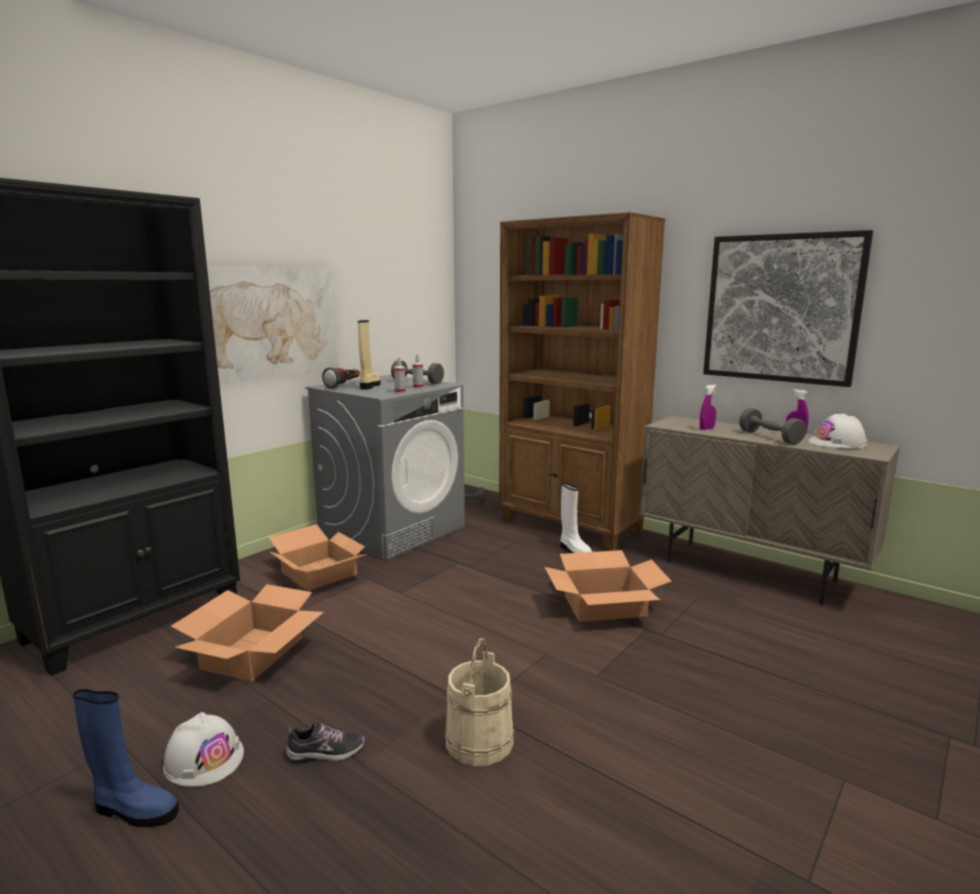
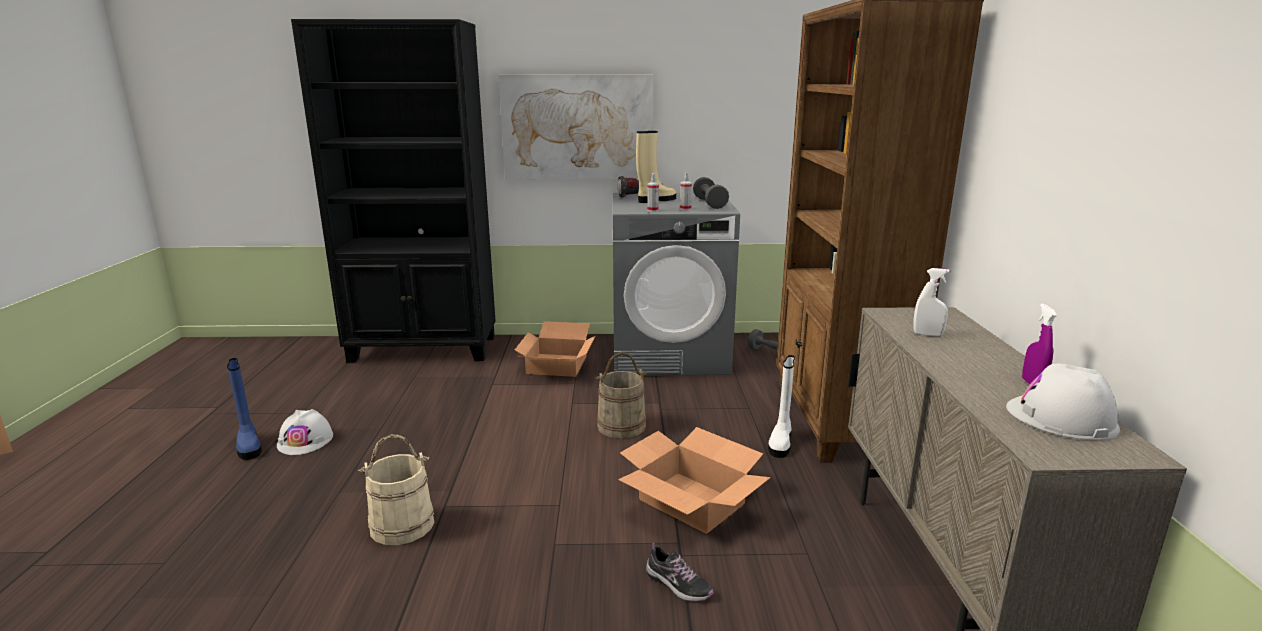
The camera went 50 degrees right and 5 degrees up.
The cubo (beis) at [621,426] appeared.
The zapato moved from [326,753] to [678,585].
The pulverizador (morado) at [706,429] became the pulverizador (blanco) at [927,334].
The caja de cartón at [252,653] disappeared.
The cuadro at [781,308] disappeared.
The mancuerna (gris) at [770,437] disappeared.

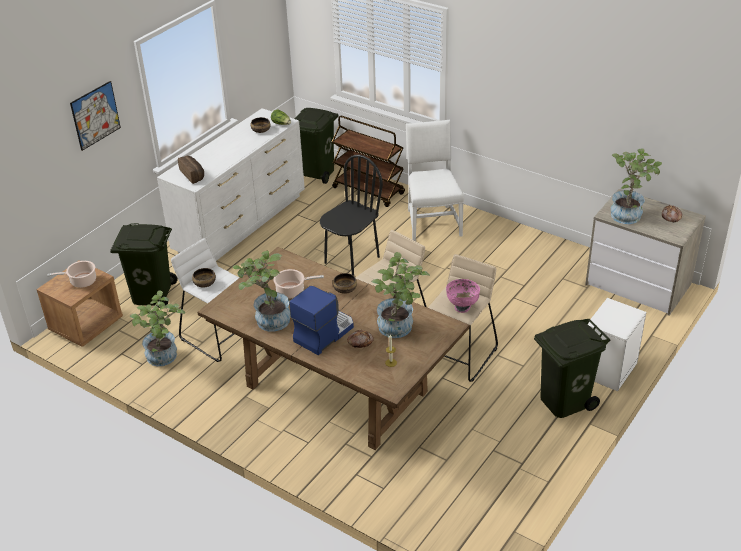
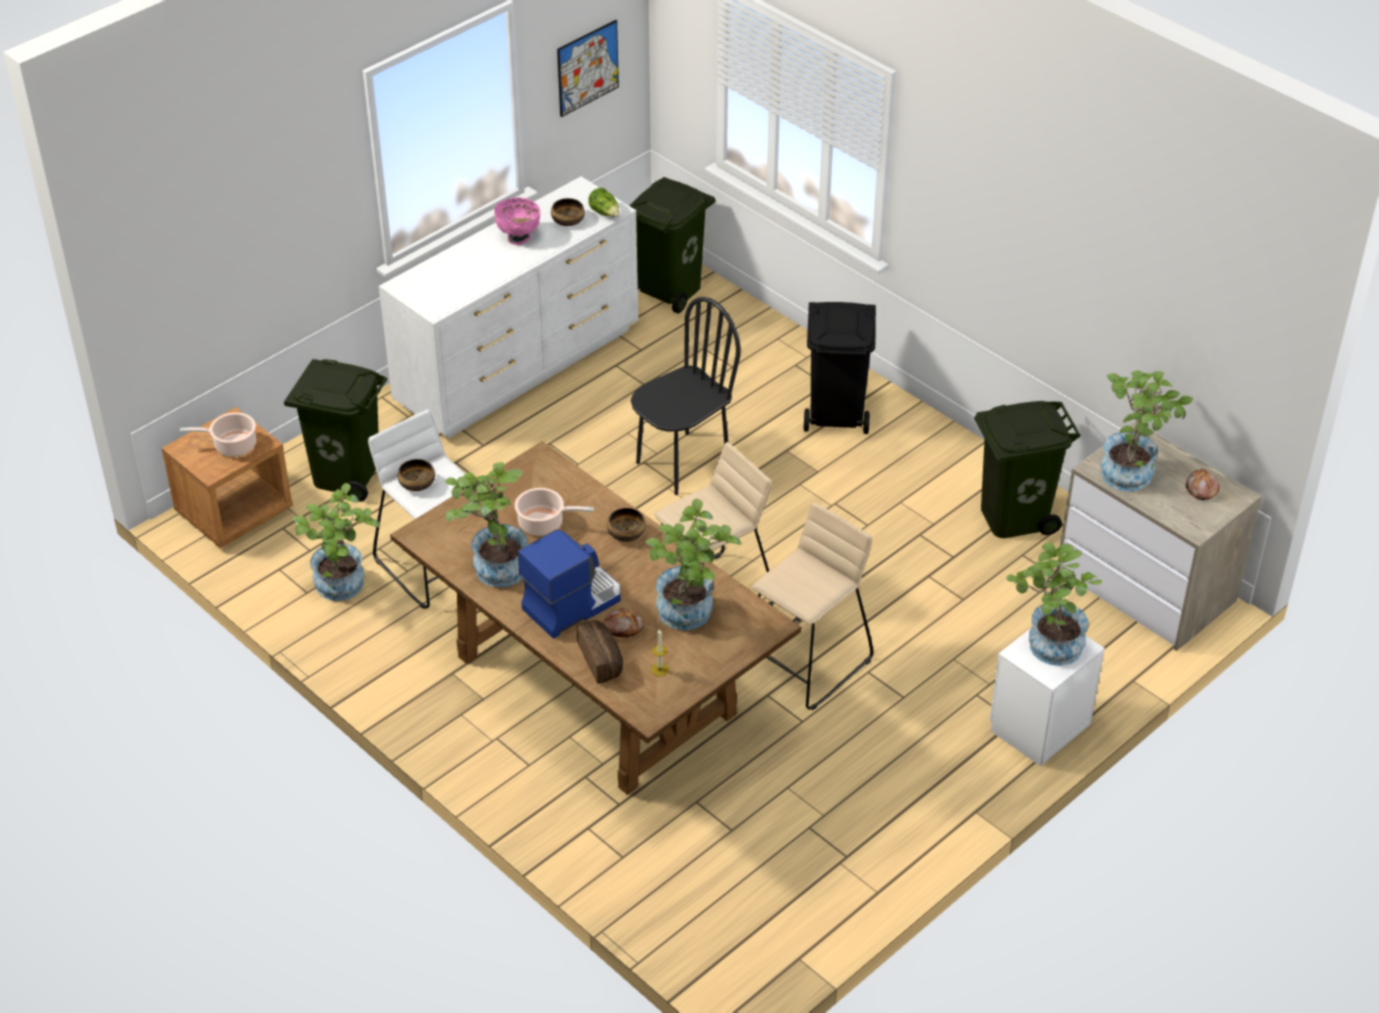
The camera went 10 degrees right and 5 degrees up.
The cuenco (rosa) moved from [462,307] to [518,238].
The cuadro moved from [95,115] to [587,68].
The pan moved from [193,175] to [602,660].
The silla (blanco) at [432,221] was replaced by the papelera (negro) at [837,414].
The papelera (verde) moved from [564,400] to [1013,516].
The planta en maceta at [1047,648] appeared.
The carrito (marrón) at [369,191] disappeared.

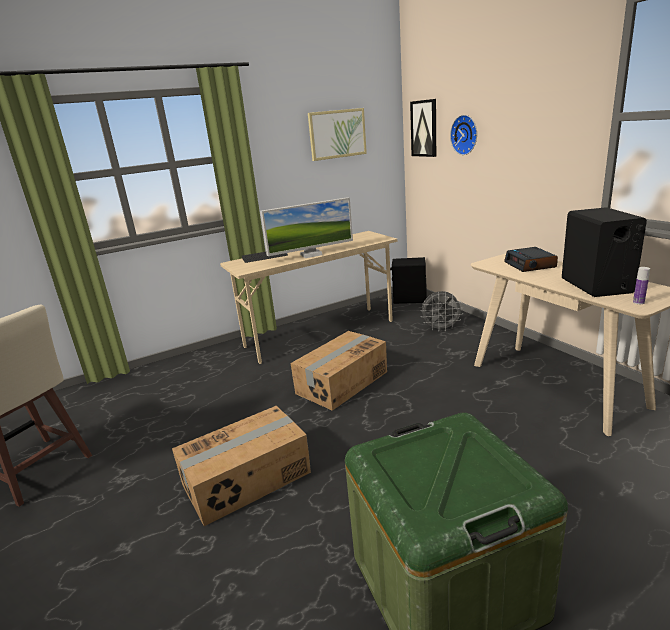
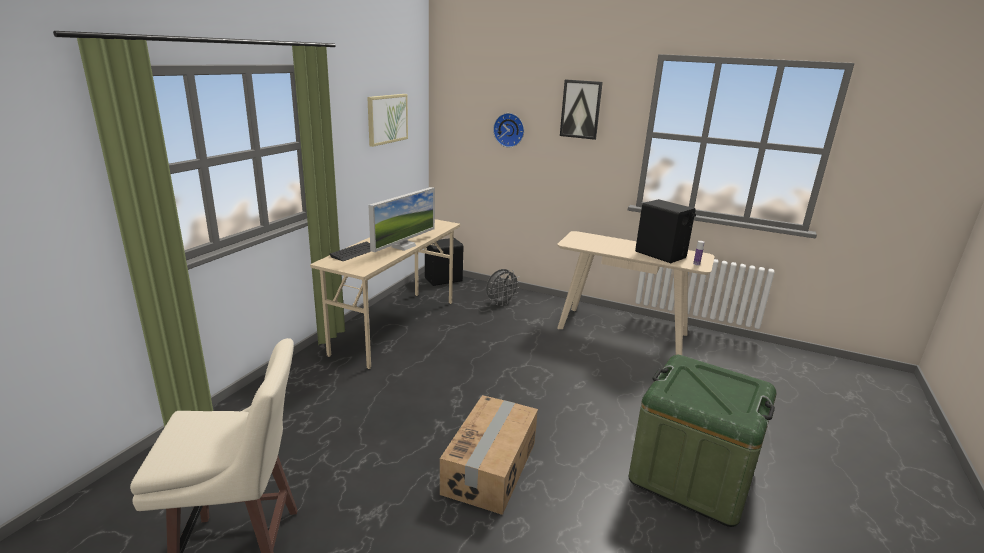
The camera went 40 degrees left and 0 degrees up.
The cuadro moved from [424,128] to [580,109].
The caja de cartón at [341,382] disappeared.
The despertador at [530,265] disappeared.

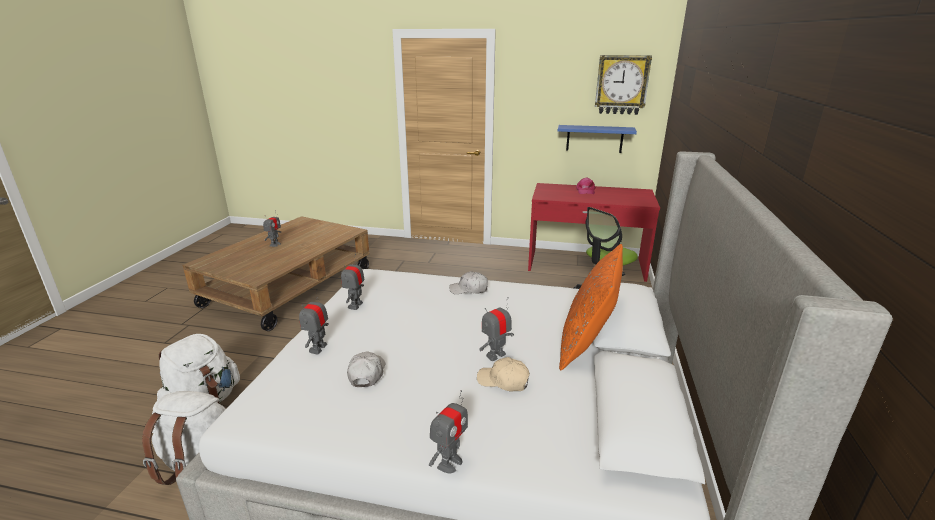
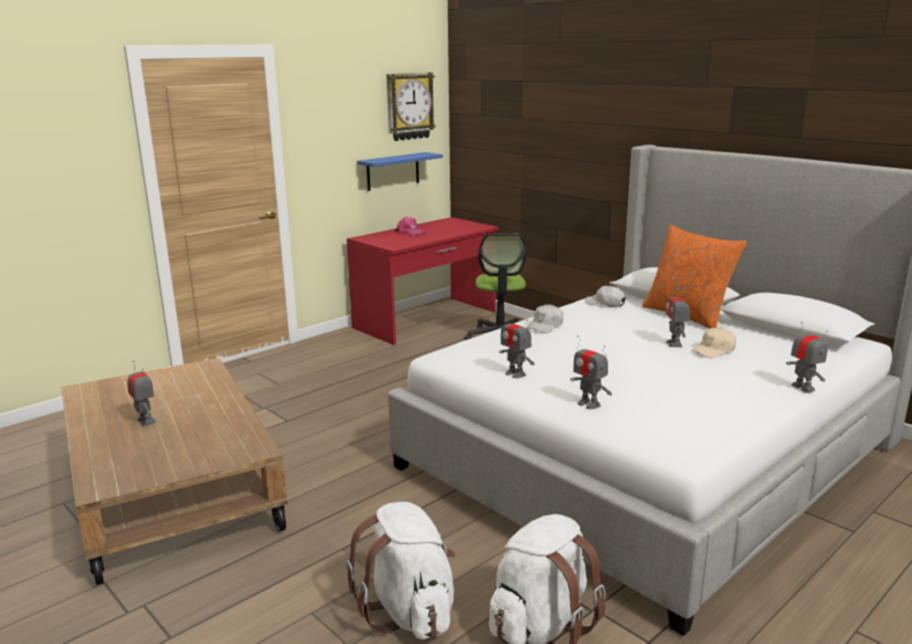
The camera went 55 degrees left and 5 degrees down.
The gorra (blanco) moved from [367,373] to [605,304].

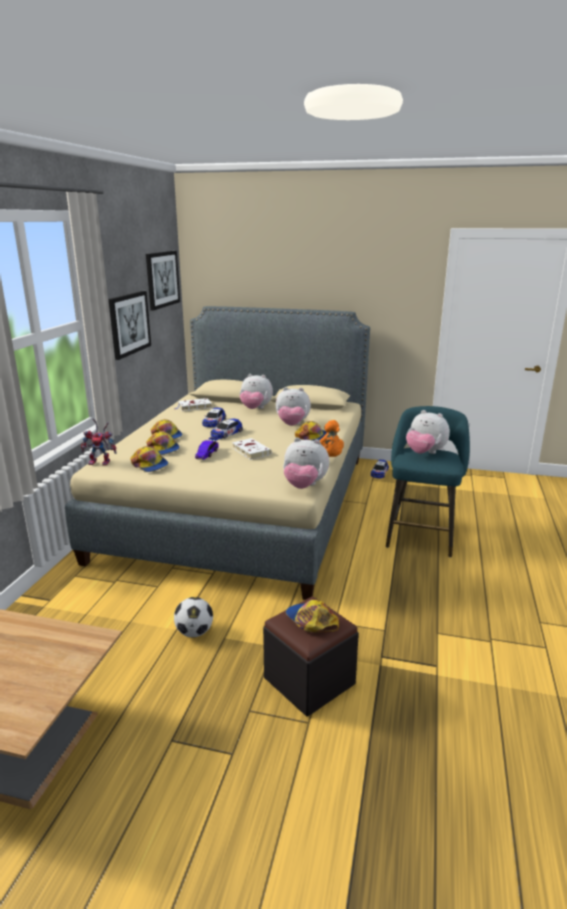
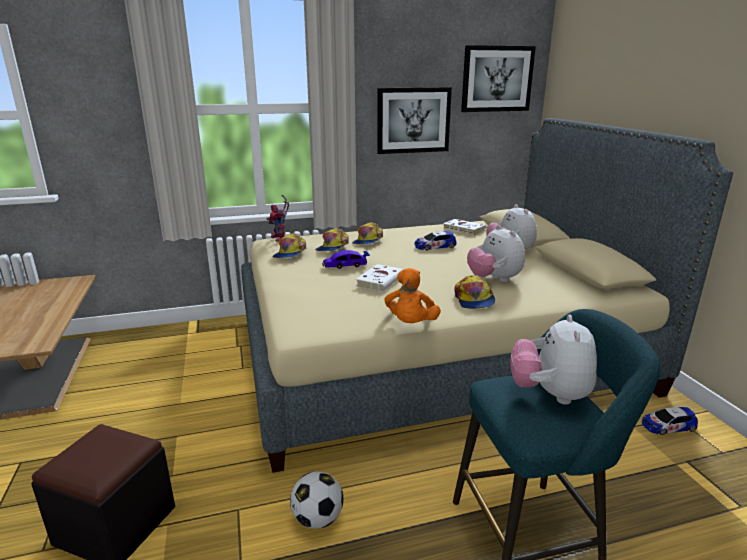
The camera went 60 degrees right and 0 degrees up.
The balón de fútbol moved from [194,632] to [317,519].
The coche de juguete at [226,433] disappeared.
The peluche at [304,486] disappeared.
The gorra at [311,621] disappeared.

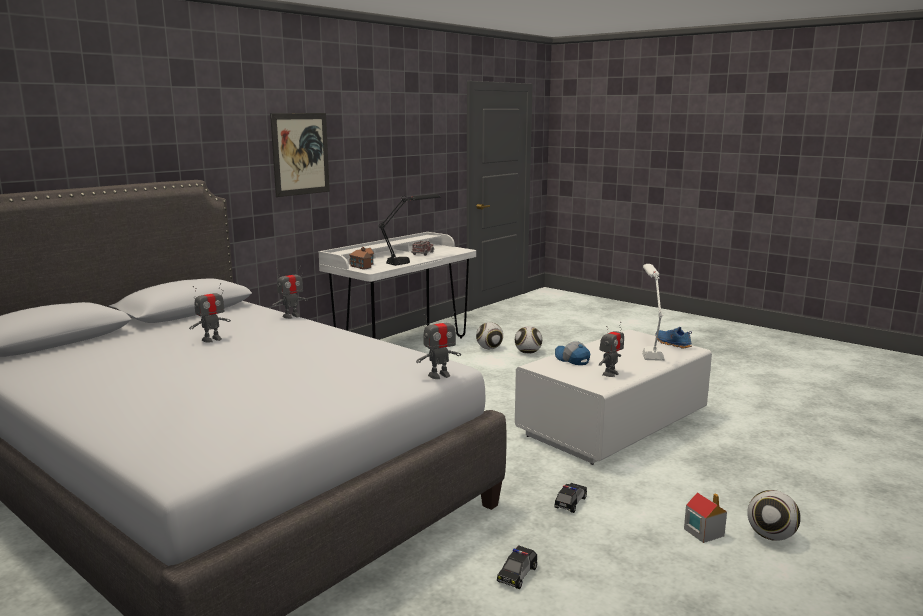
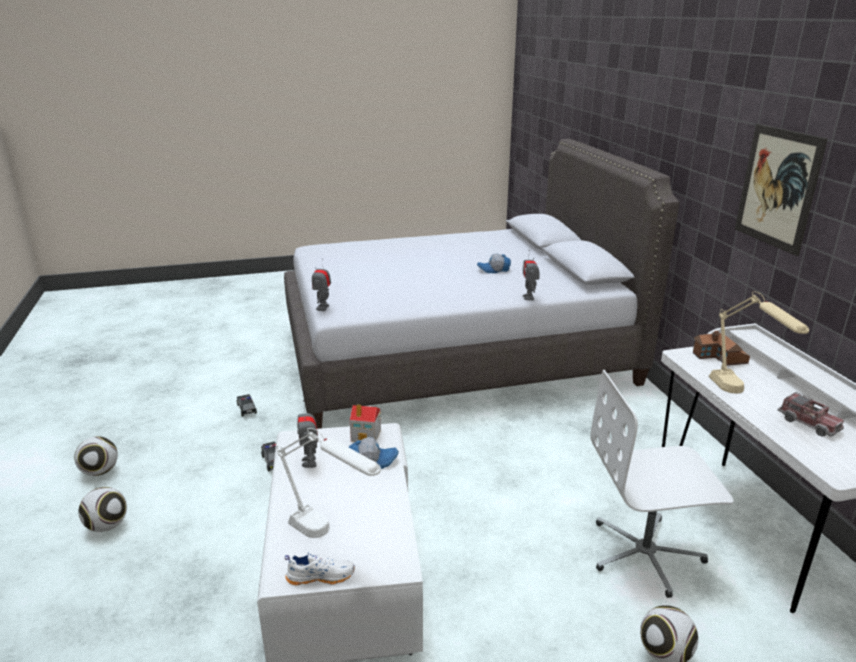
The camera went 125 degrees right and 10 degrees up.
The balón de fútbol moved from [489,348] to [100,471].
The zapato (azul) at [672,344] became the zapato (blanco) at [321,576].
The casita moved from [703,532] to [366,435].
The robot de juguete at [212,339] was replaced by the gorra at [494,270].
The silla de oficina (blanco) at [646,554] appeared.
The lámpara de mesa (negro) at [411,261] became the lámpara de mesa (beis) at [741,396].

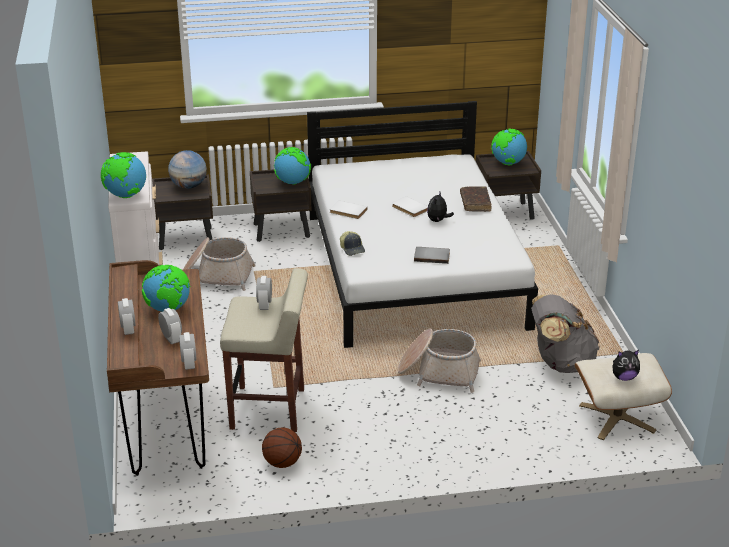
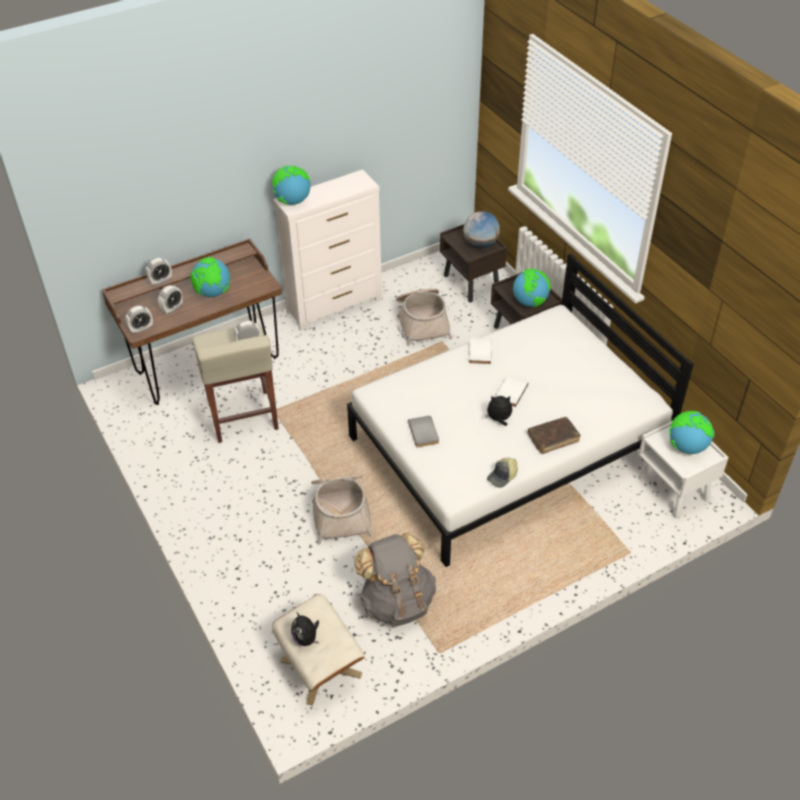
The camera went 70 degrees right and 15 degrees up.
The gorra moved from [352,249] to [503,476].
The mesita de noche (marrón) at [505,212] became the mesita de noche (blanco) at [674,489].
The balón de baloncesto at [282,462] disappeared.

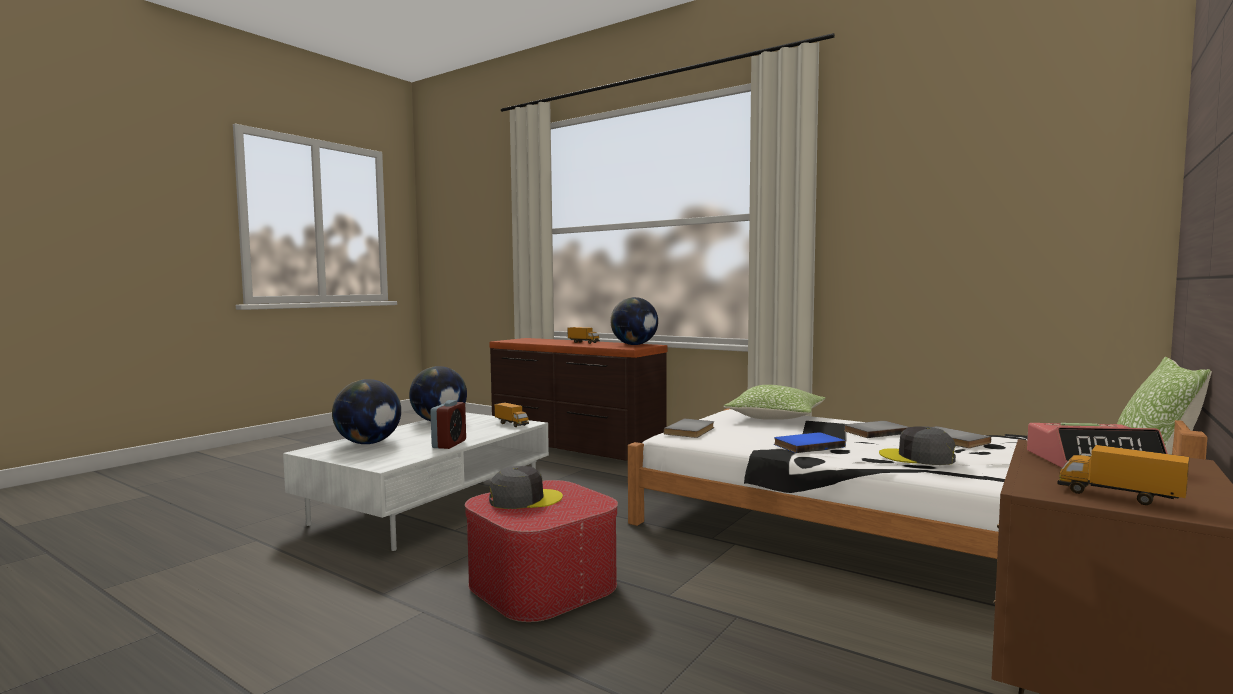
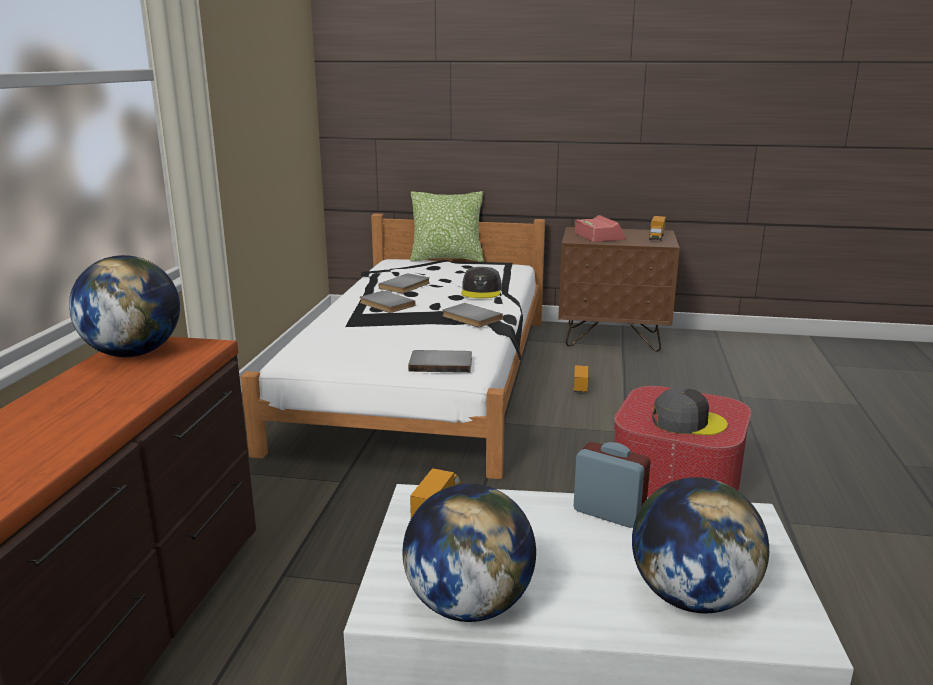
The camera went 115 degrees left and 15 degrees up.
The libro (azul) at [807,445] became the libro (gris) at [470,318].
The camión de juguete moved from [583,342] to [580,388].
The despertador at [449,444] turned 45 degrees clockwise.
The gorra (gris) at [524,499] turned 135 degrees clockwise.
The cojín at [775,417] disappeared.

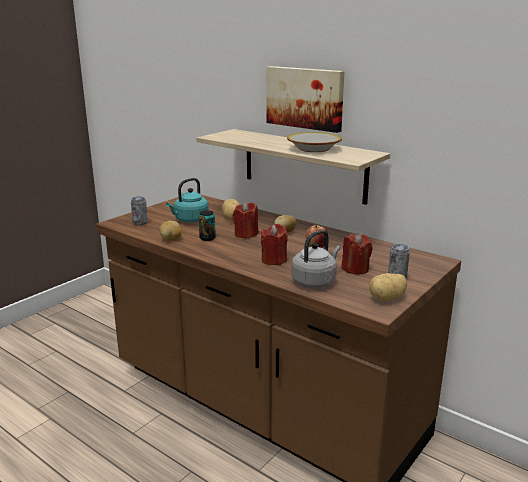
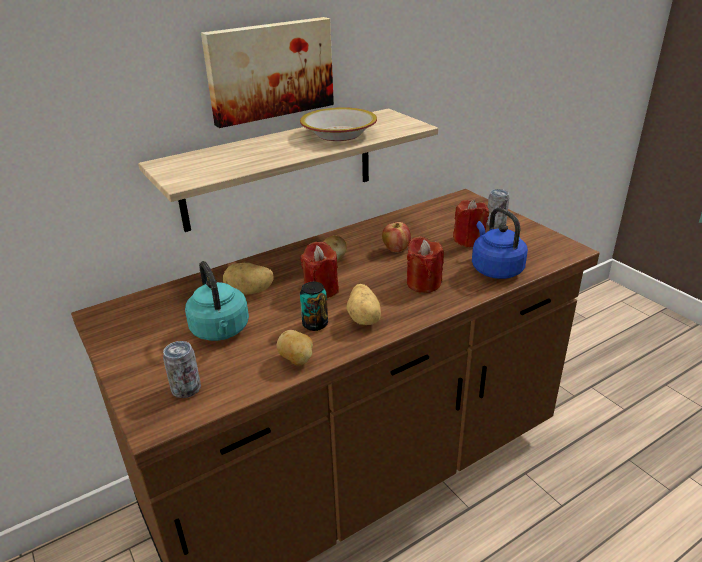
The camera went 70 degrees left and 10 degrees up.
The patata moved from [387,299] to [364,318].
The hervidor (gris) at [315,281] became the hervidor (azul) at [495,269].

